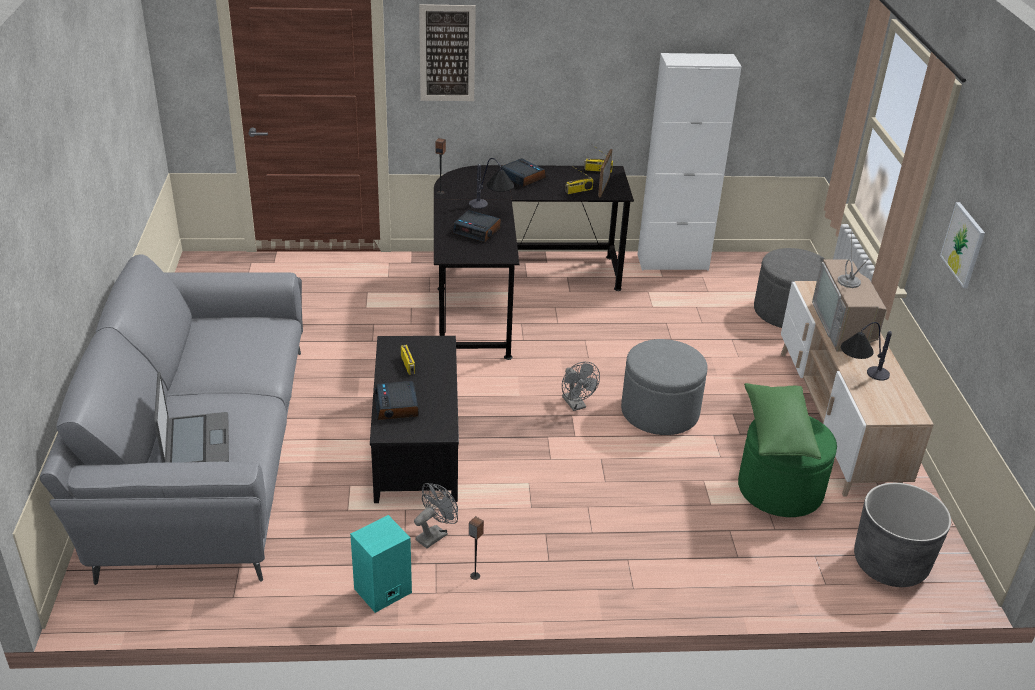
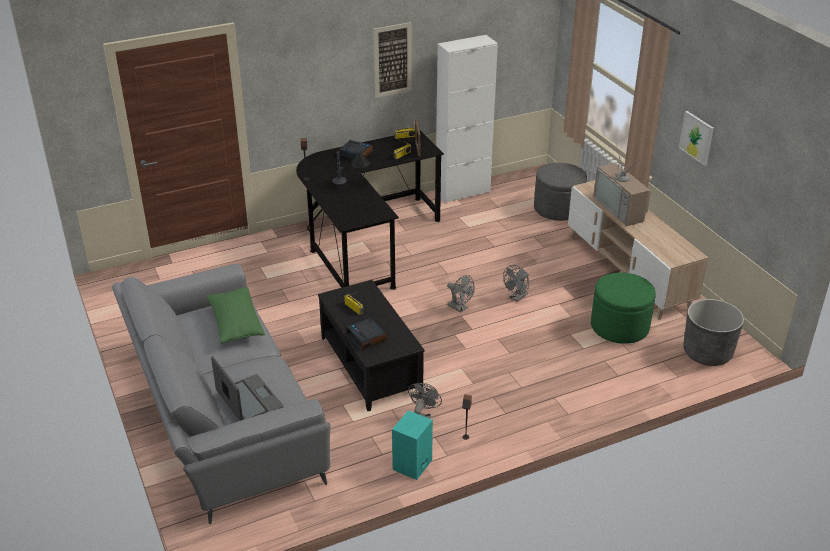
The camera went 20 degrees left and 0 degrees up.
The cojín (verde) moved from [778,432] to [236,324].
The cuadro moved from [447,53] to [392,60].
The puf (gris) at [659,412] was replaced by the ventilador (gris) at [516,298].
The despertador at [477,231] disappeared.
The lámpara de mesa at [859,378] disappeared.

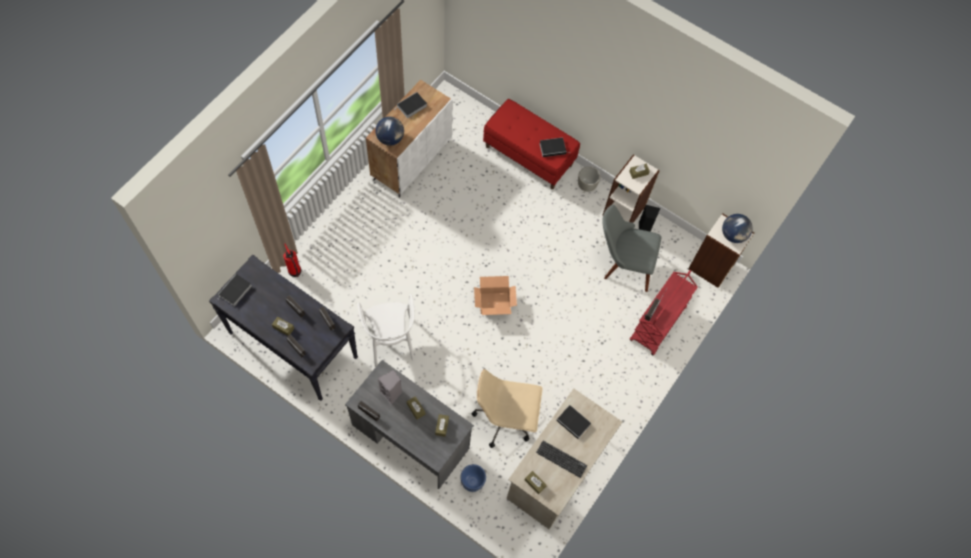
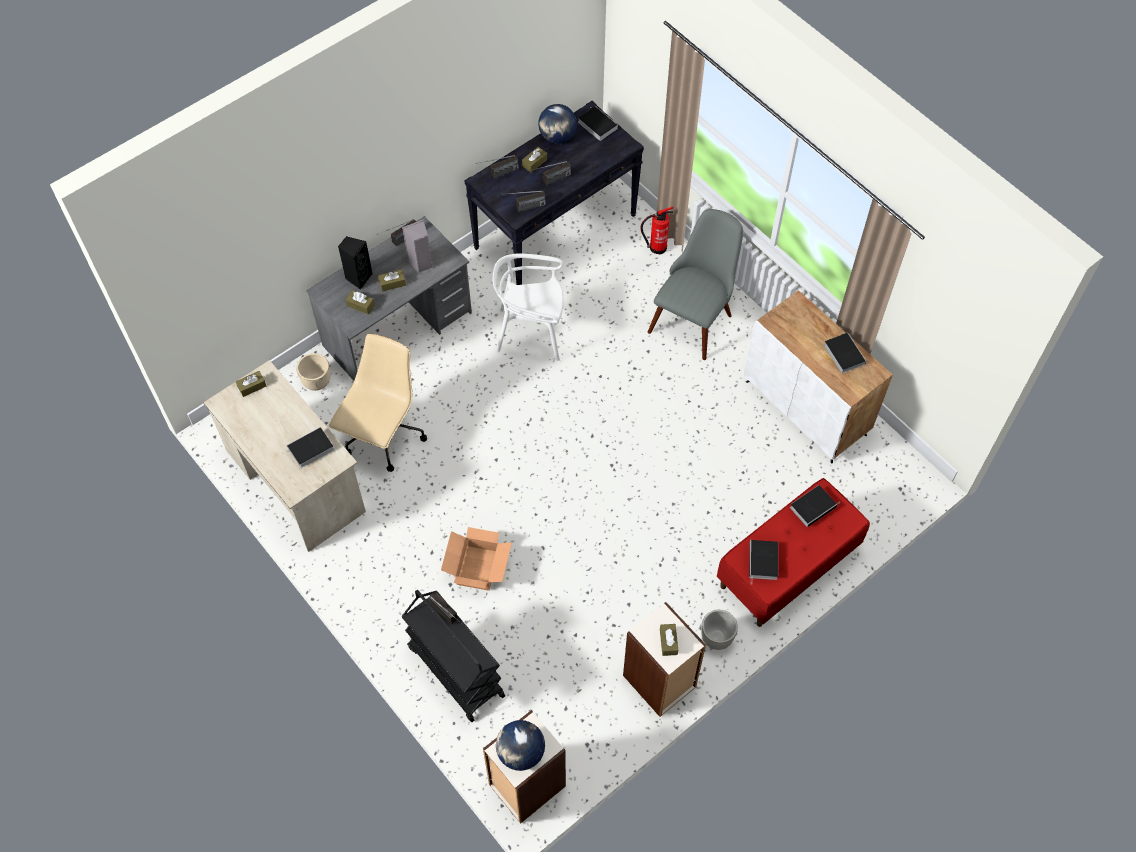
The camera went 110 degrees right and 5 degrees down.
The maceta (azul) at [472,481] became the maceta (beis) at [317,382].
The altavoz (negro) moved from [644,229] to [358,277].
The carrito (rojo) at [657,324] became the carrito (negro) at [455,671].
The caja de cartón moved from [494,303] to [477,568].
The globo terráqueo moved from [390,139] to [557,137].
The silla (gris) moved from [622,263] to [695,316].
The libro at [813,506] appeared.
The teclado at [561,459] disappeared.

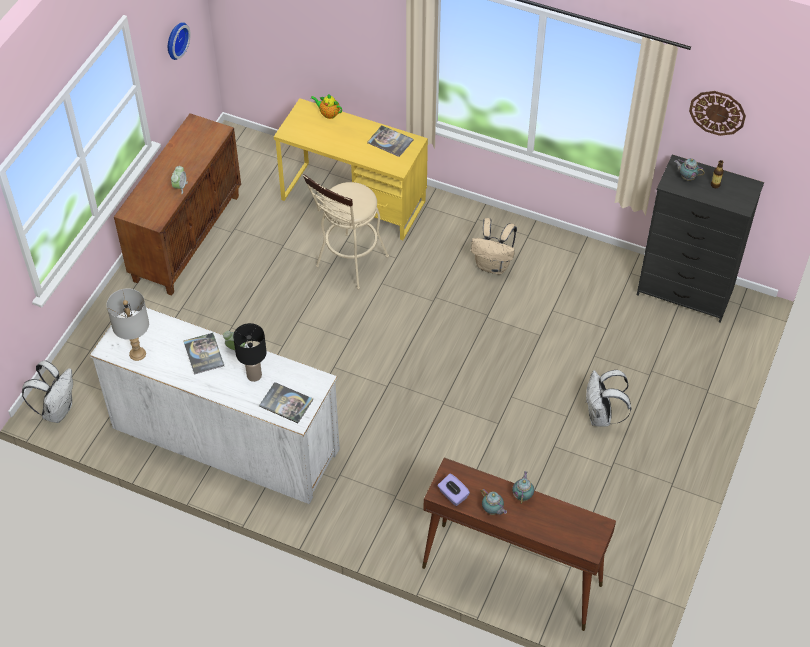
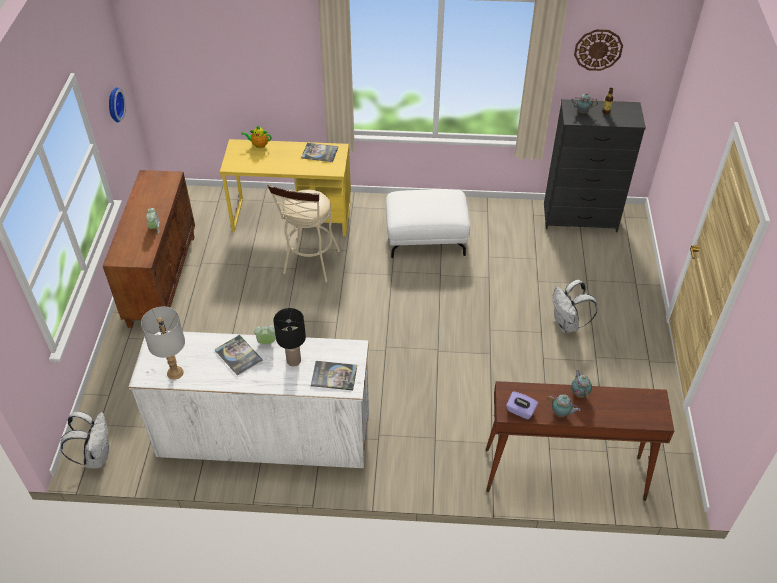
The camera went 20 degrees left and 5 degrees down.
The mochila (beis) at [493,265] was replaced by the puf (blanco) at [426,236].

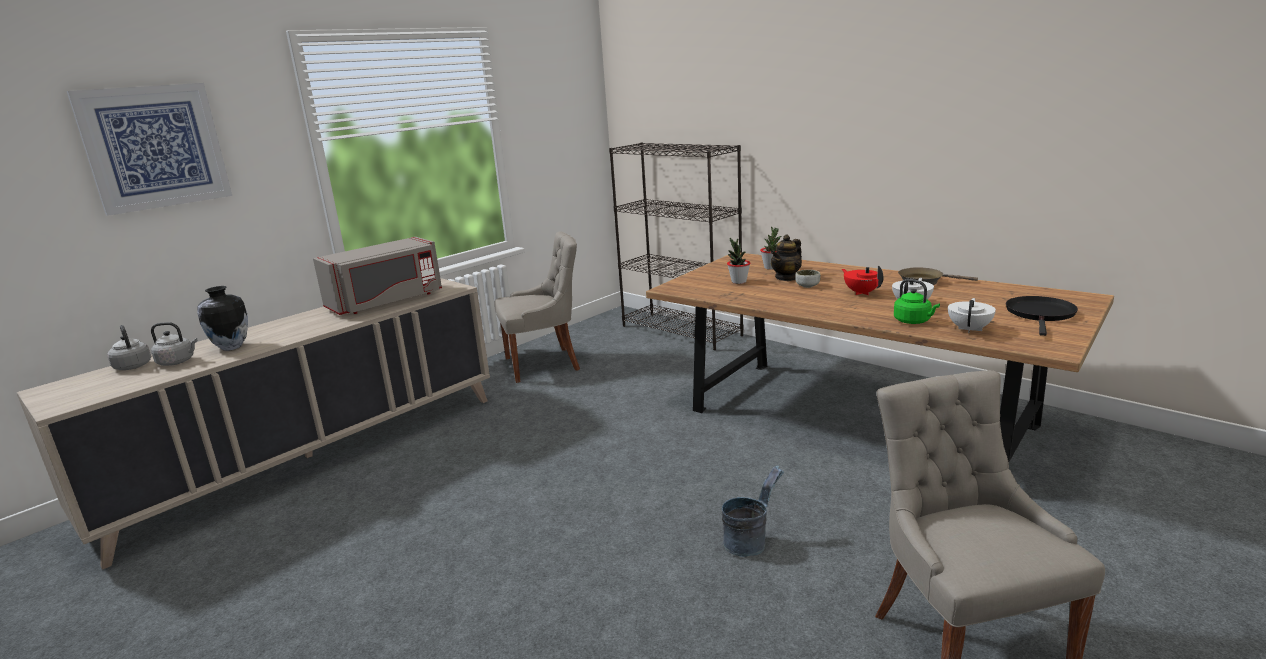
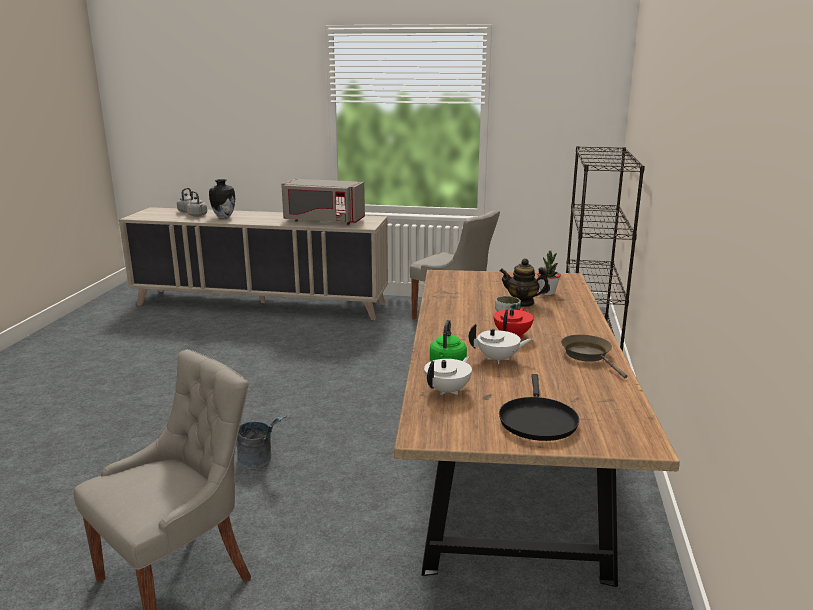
The camera went 55 degrees right and 0 degrees up.
The tetera (blanco) at [969,329] turned 45 degrees counterclockwise.
The sartén (negro) at [1040,314] turned 105 degrees clockwise.
The cuadro at [155,147] disappeared.
The planta en maceta at [738,282] disappeared.

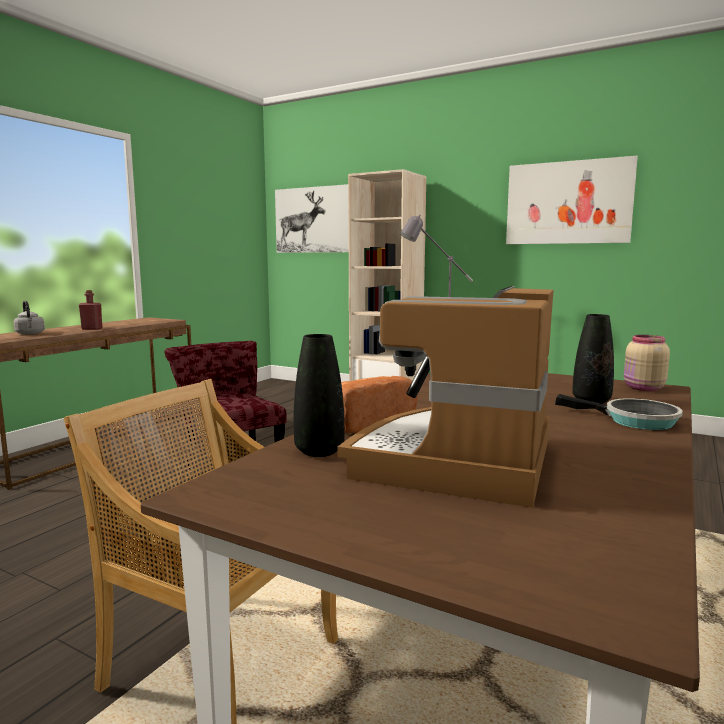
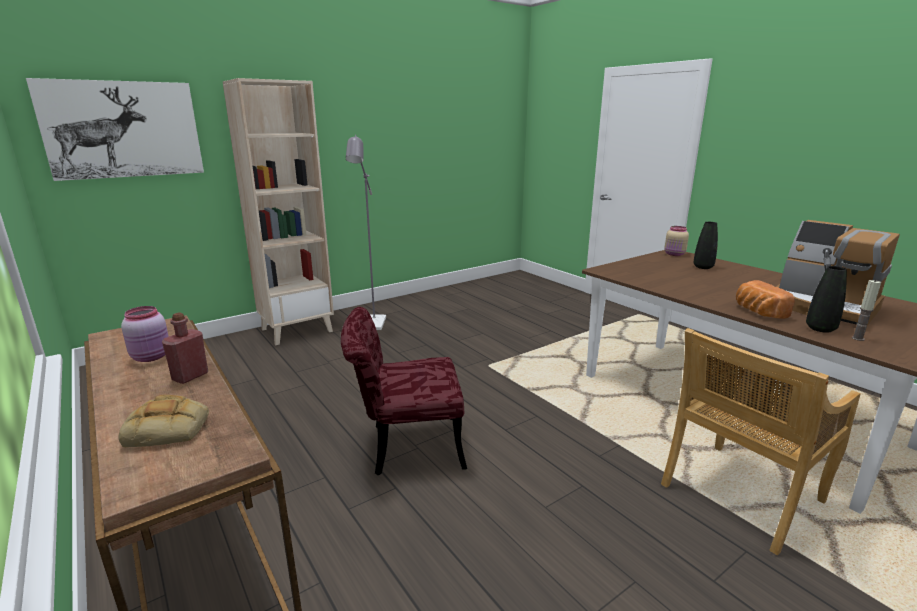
The camera went 65 degrees left and 10 degrees up.
The hervidor (gris) at [30,334] was replaced by the pan at [169,428].
The tarro (rosa) at [152,356] appeared.
The vela at [858,338] appeared.
The cuadro at [568,203] disappeared.
The sartén at [634,420] disappeared.

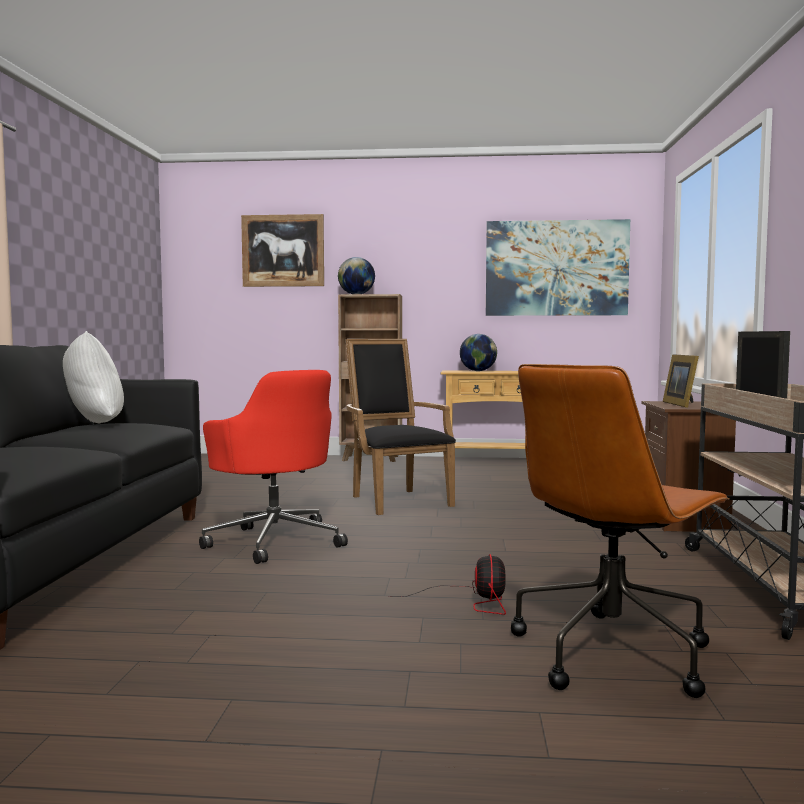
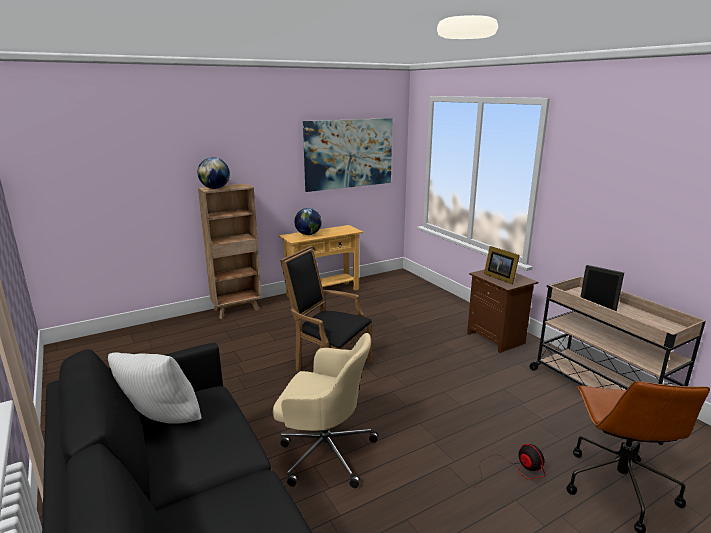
The camera went 35 degrees left and 15 degrees up.
The silla de oficina (rojo) at [274,540] became the silla de oficina (beis) at [324,451].
The cuadro at [283,250] disappeared.

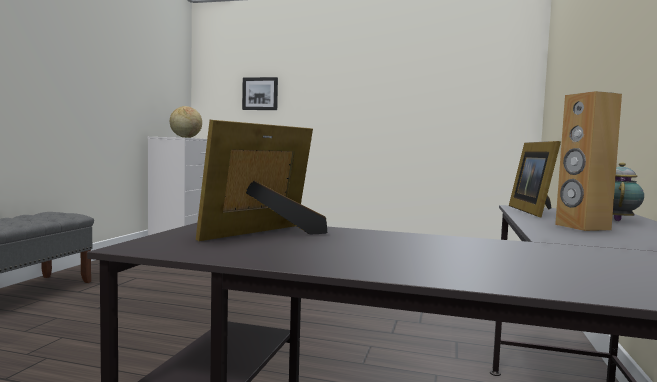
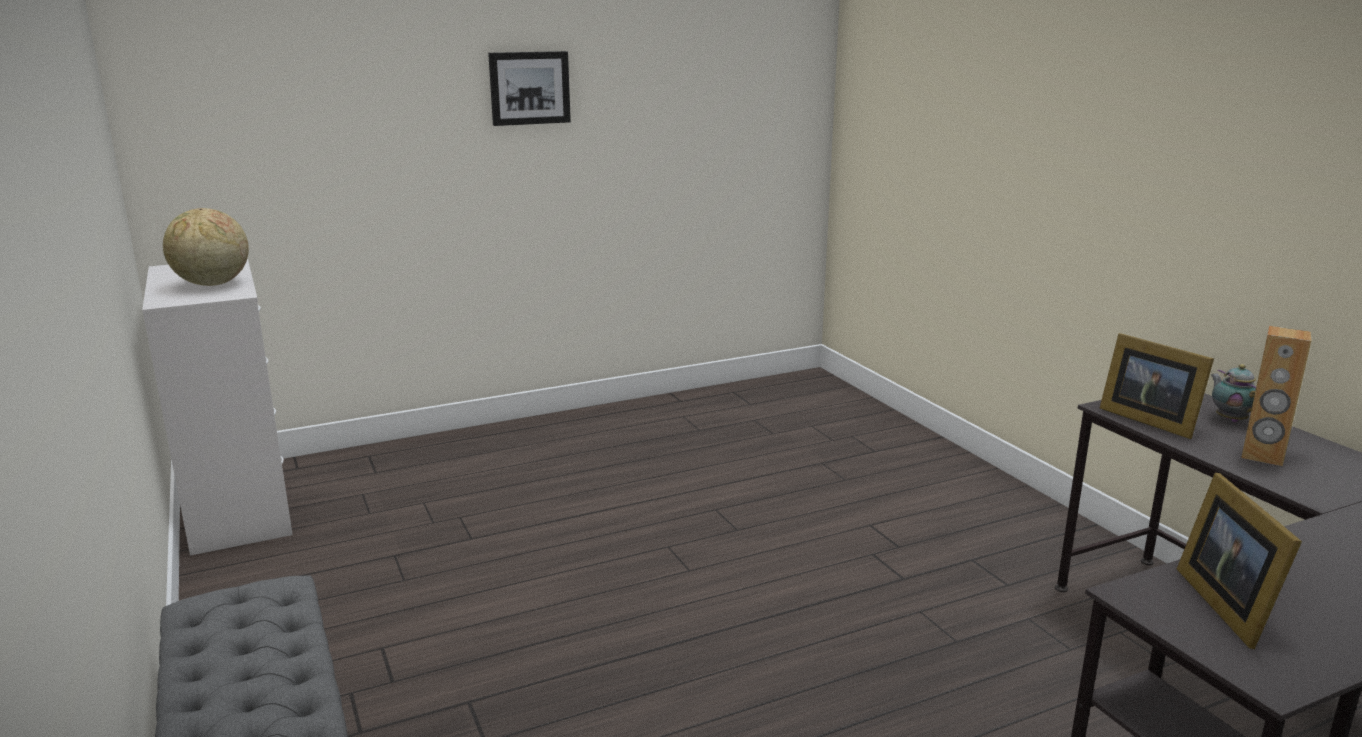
The camera went 40 degrees left and 15 degrees up.
The cuadro moved from [260,94] to [529,88].

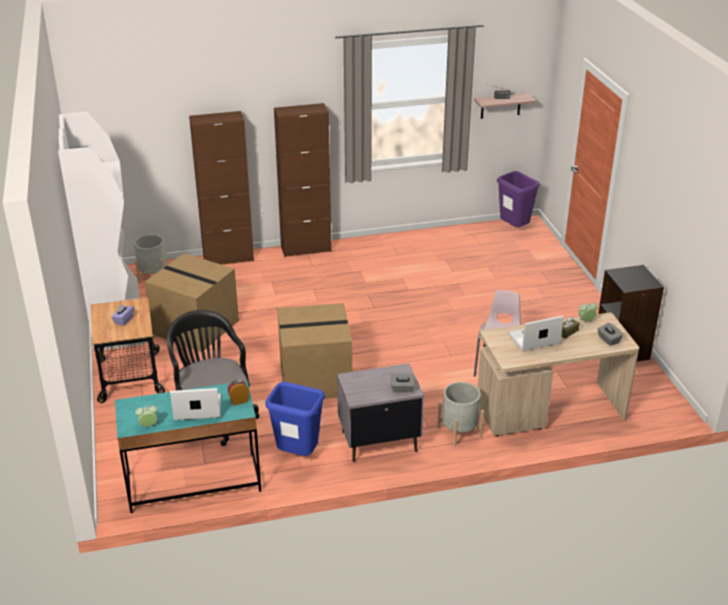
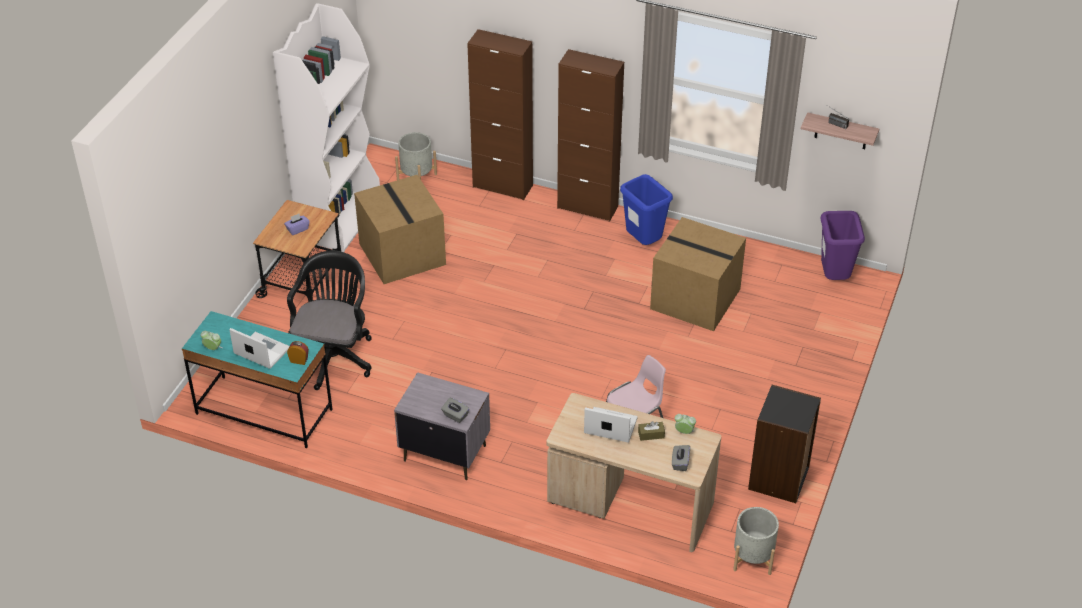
The camera went 35 degrees right and 10 degrees up.
The papelera (azul) moved from [298,455] to [643,243].
The caja de cartón moved from [316,377] to [697,298].
The maceta (gris) moved from [459,432] to [753,558].

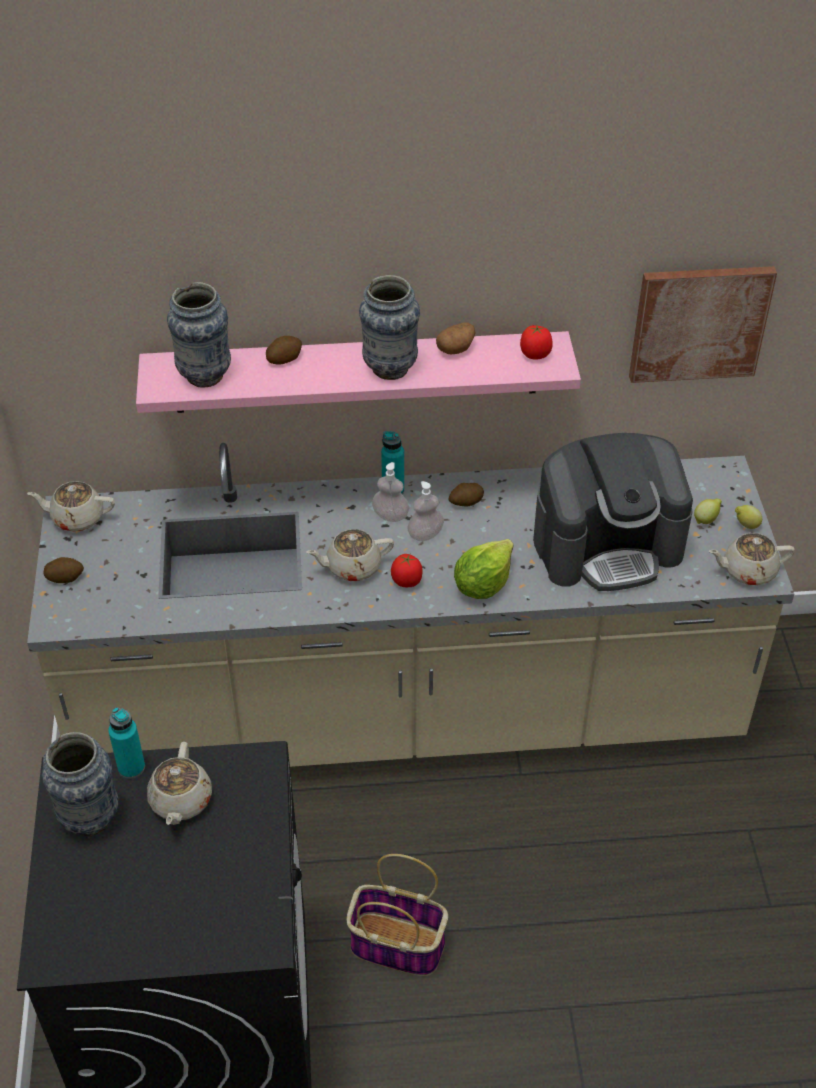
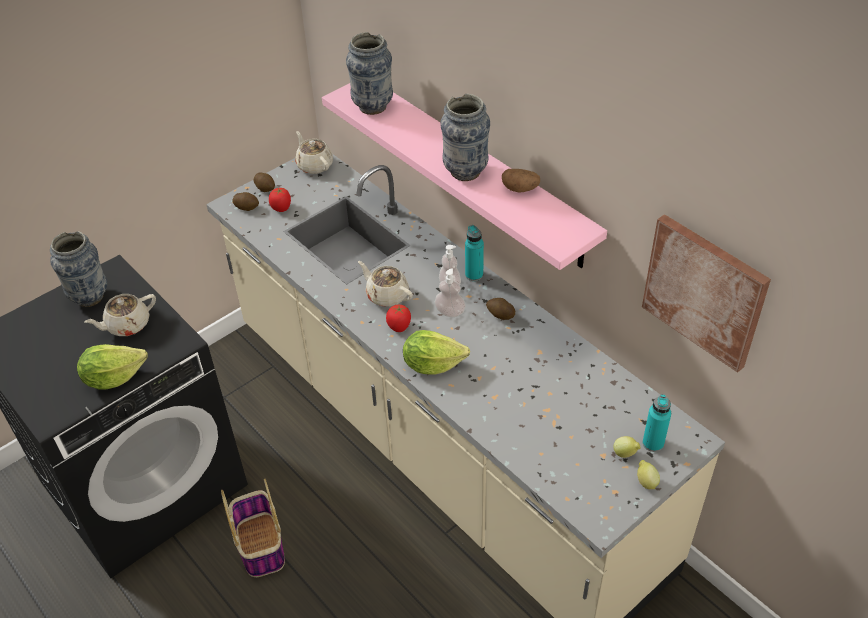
The camera went 55 degrees right and 0 degrees up.
The lechuga at [113,377] appeared.
The patata moved from [284,359] to [247,207].
The tomate moved from [535,355] to [281,208].
The botella (turquesa) moved from [131,767] to [653,443].
The cafetera at [607,545] disappeared.
The tetera (beis) at [747,571] disappeared.

